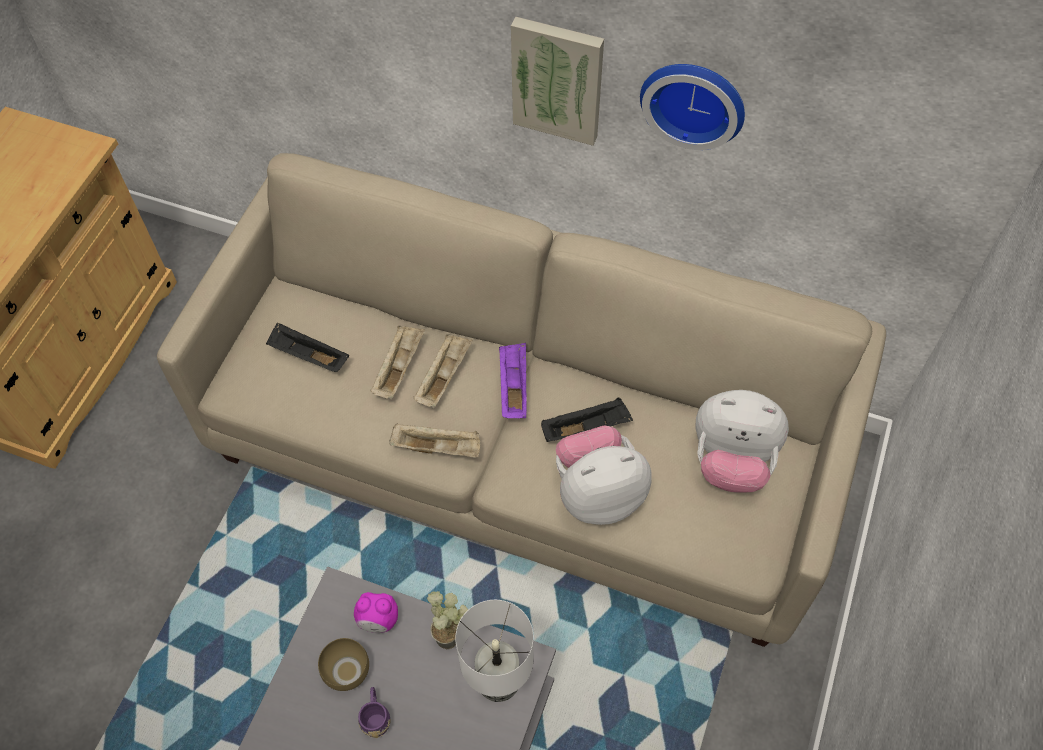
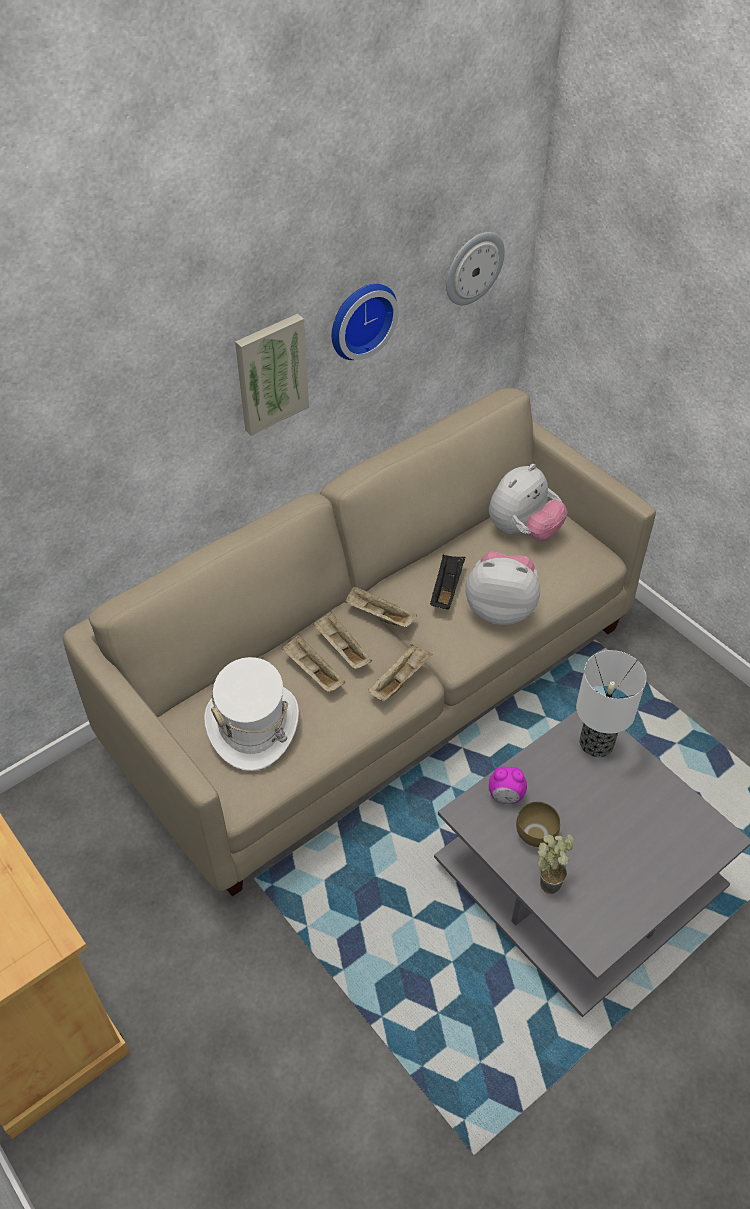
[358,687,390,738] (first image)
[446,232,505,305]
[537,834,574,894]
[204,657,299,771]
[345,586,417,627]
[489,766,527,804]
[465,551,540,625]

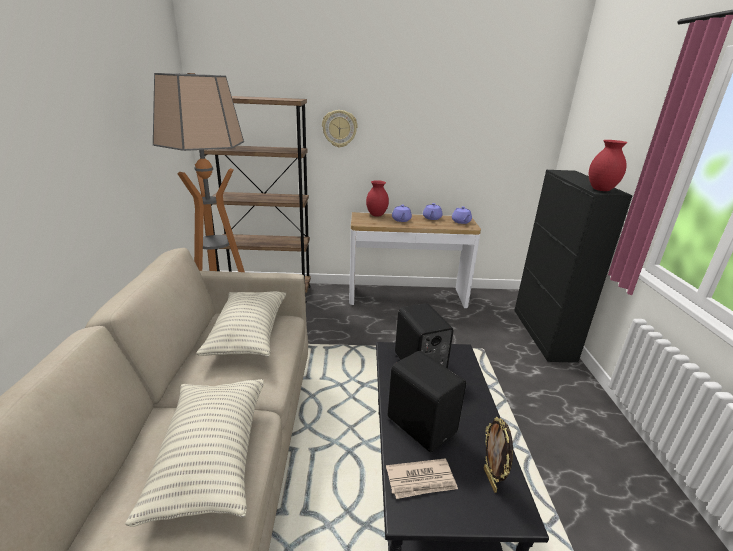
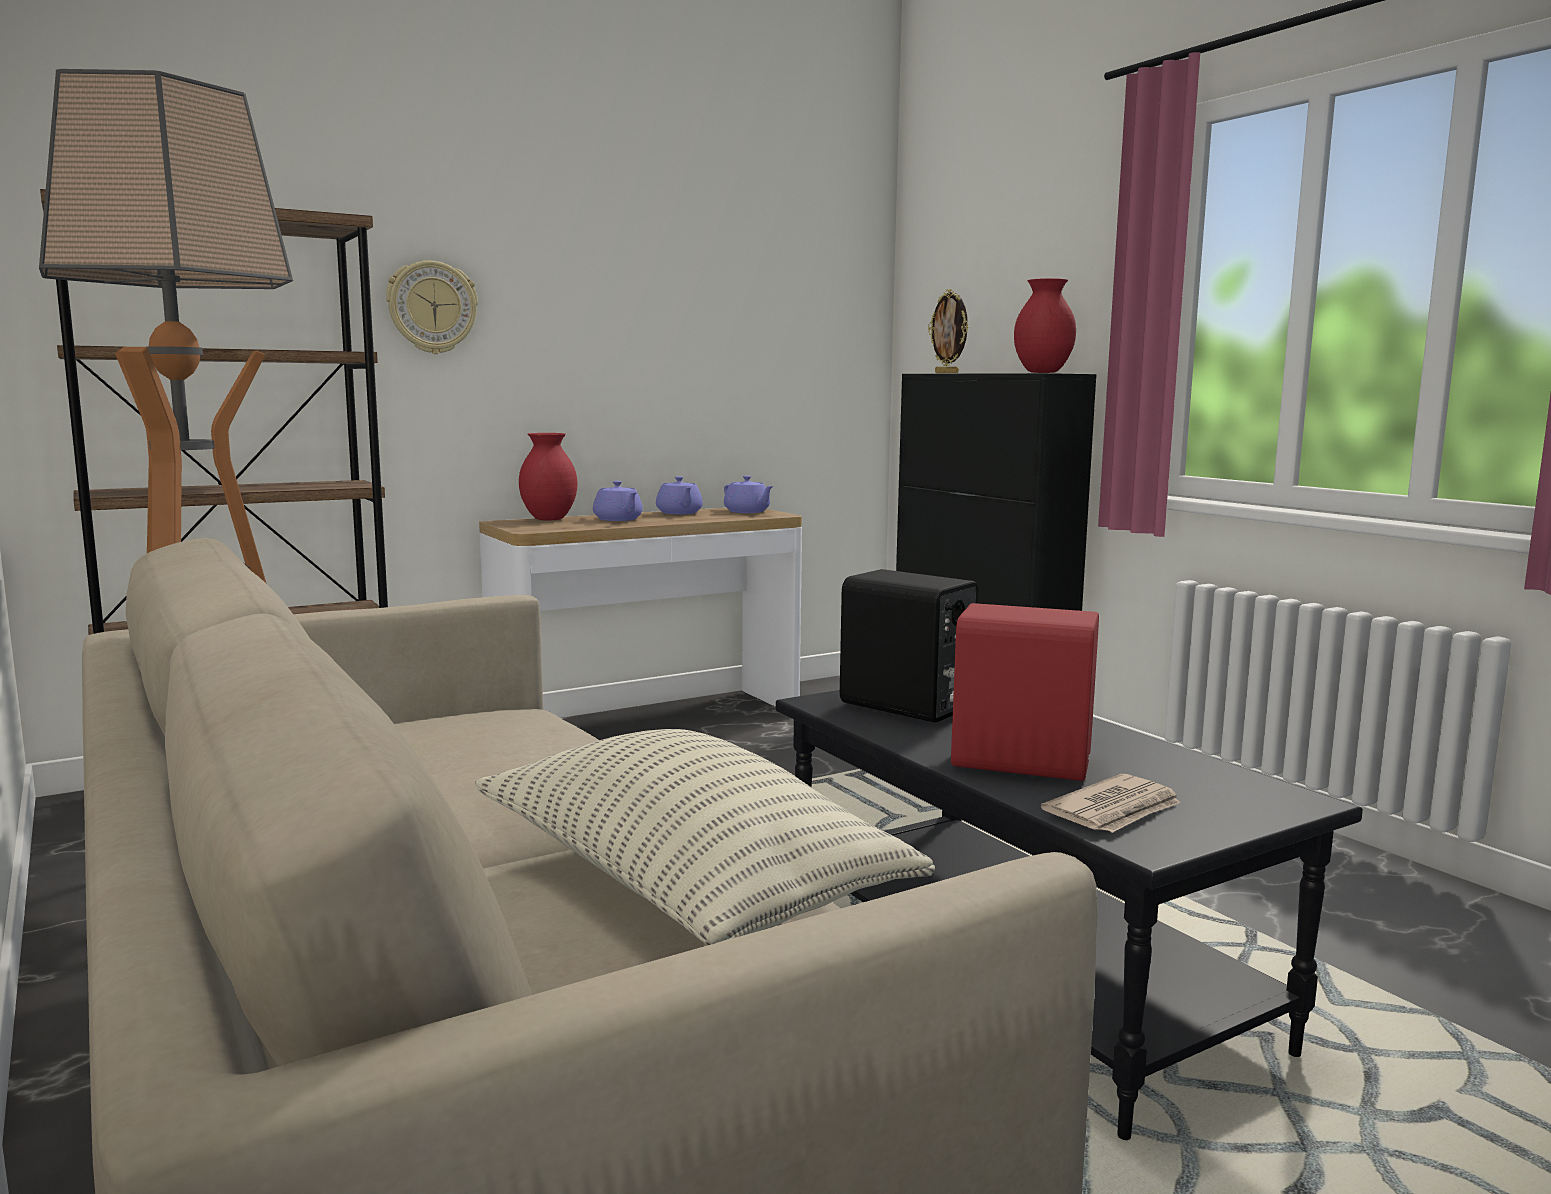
[196,291,286,357] (first image)
[928,289,968,373]
[950,603,1099,781]

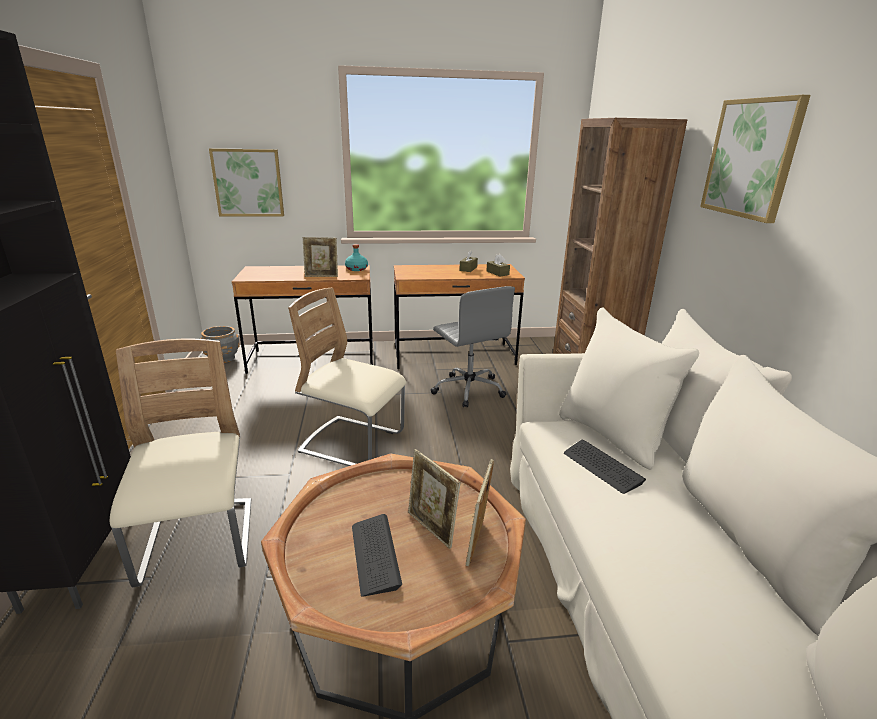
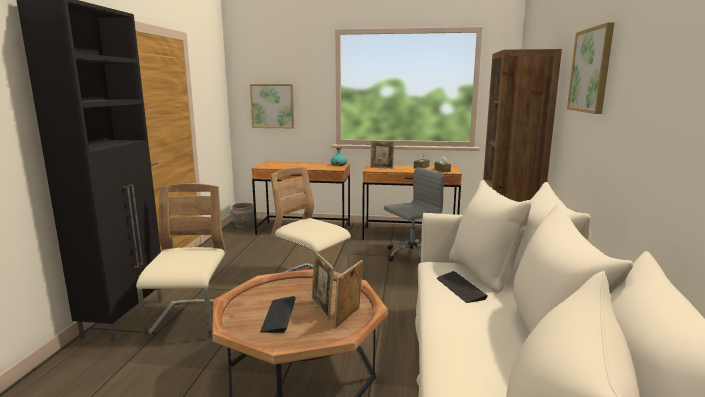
[370,140,395,169]
[384,167,445,263]

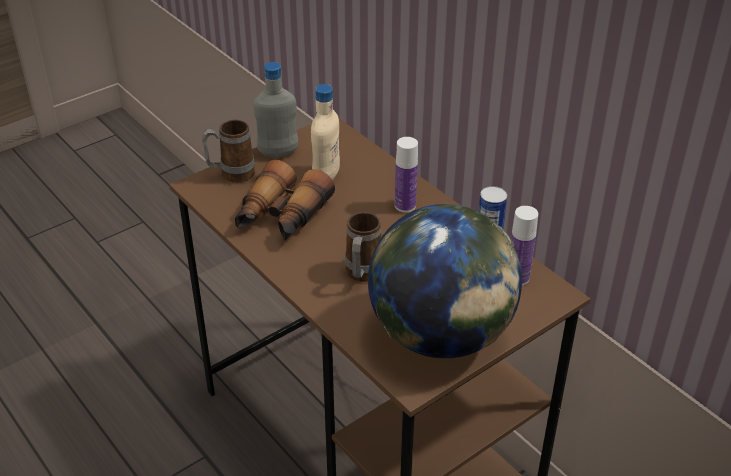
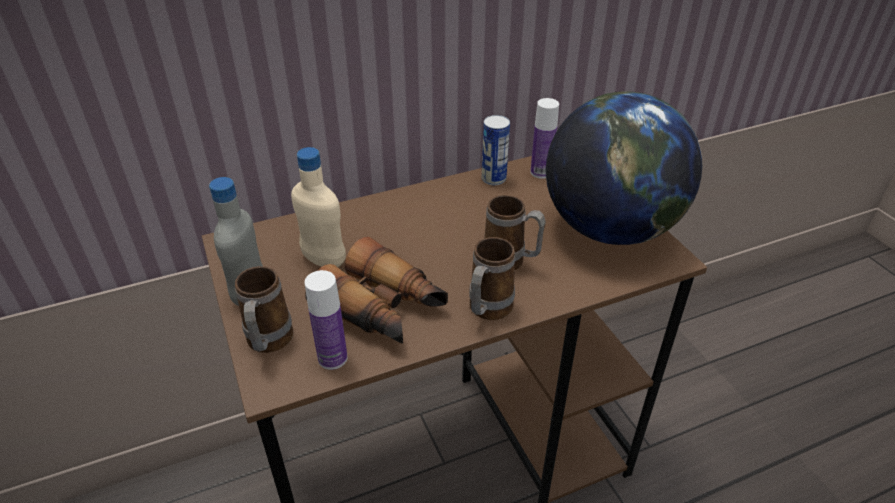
[469,237,515,320]
[304,270,348,370]

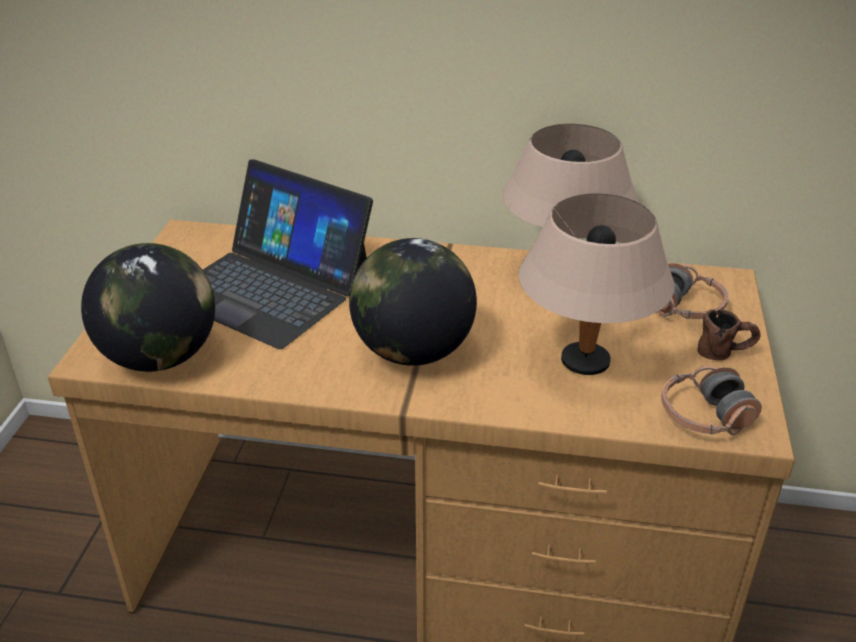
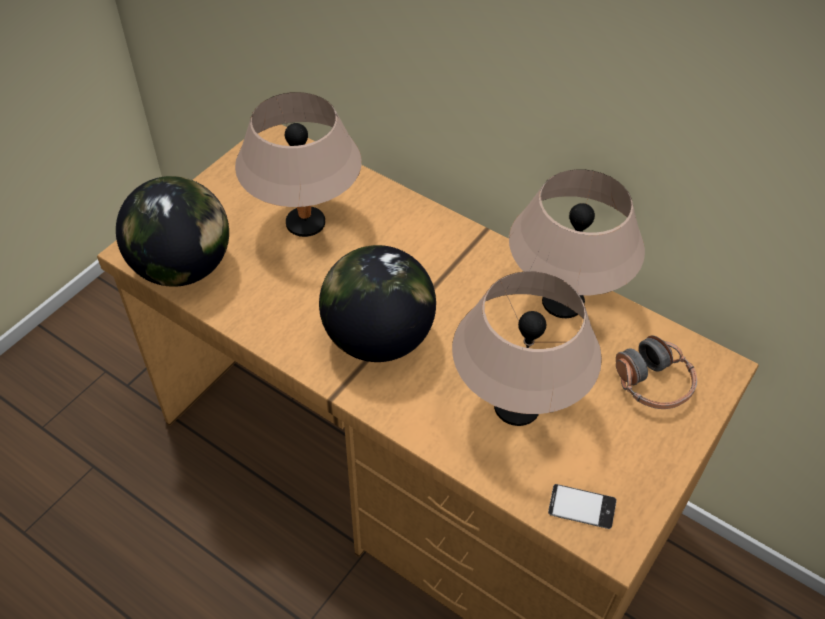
[697,309,761,360] (first image)
[235,92,362,237]
[548,484,617,529]

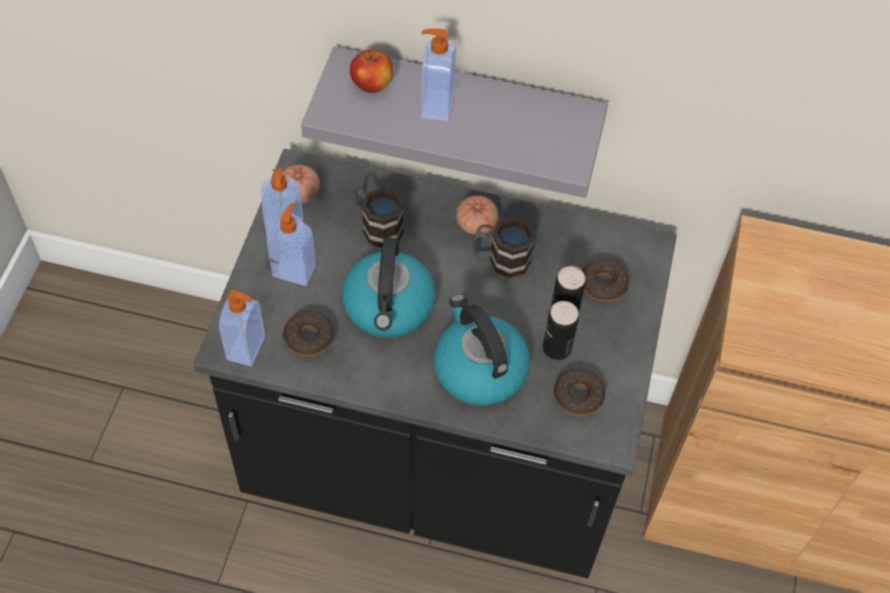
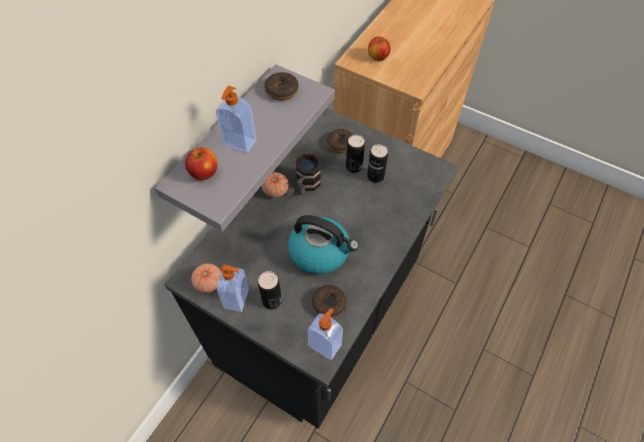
[353,186,404,248] (first image)
[433,294,530,406] (first image)
[368,36,390,61]
[264,72,299,100]
[258,271,282,309]

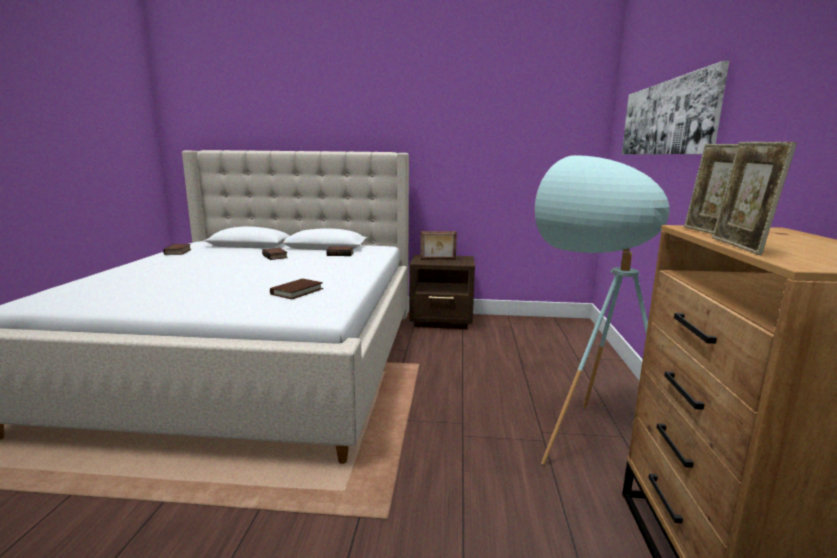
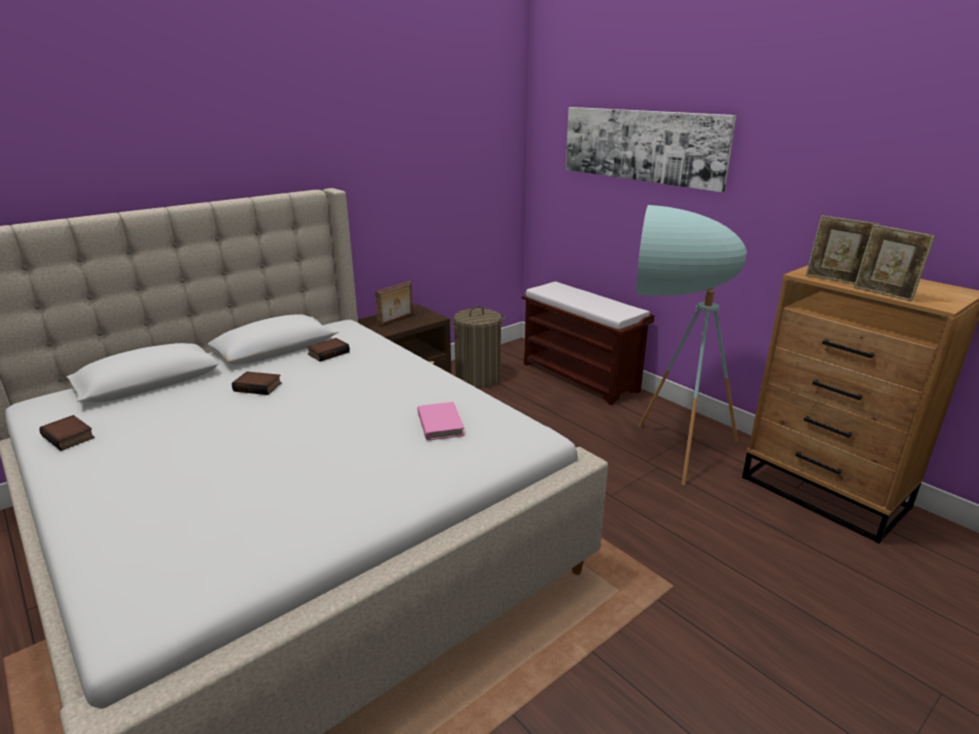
[450,306,505,388]
[522,282,654,405]
[417,402,465,440]

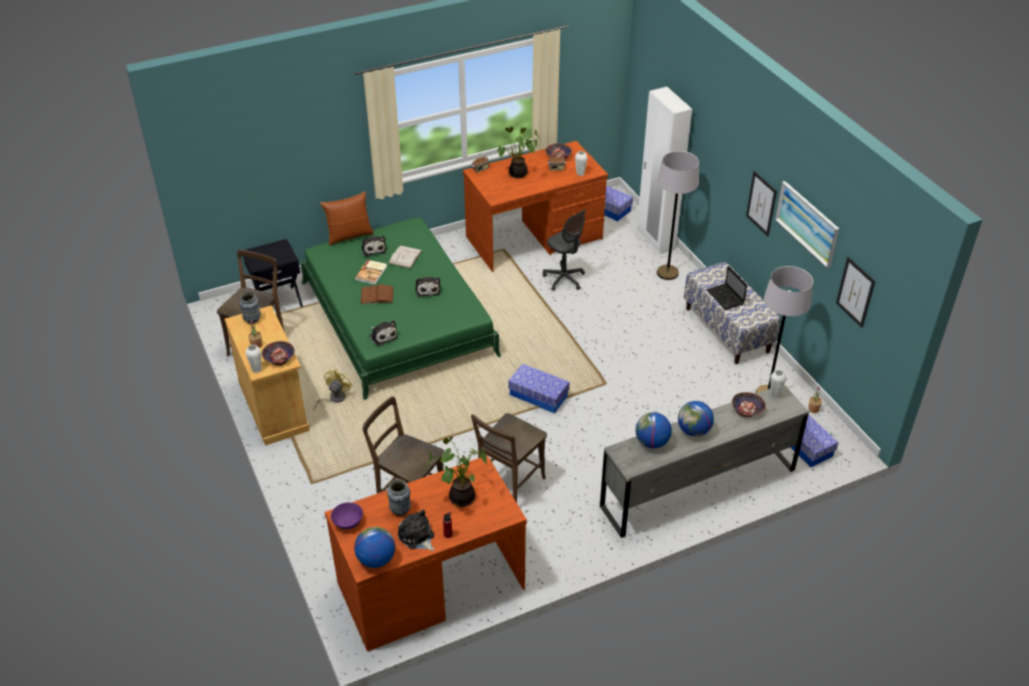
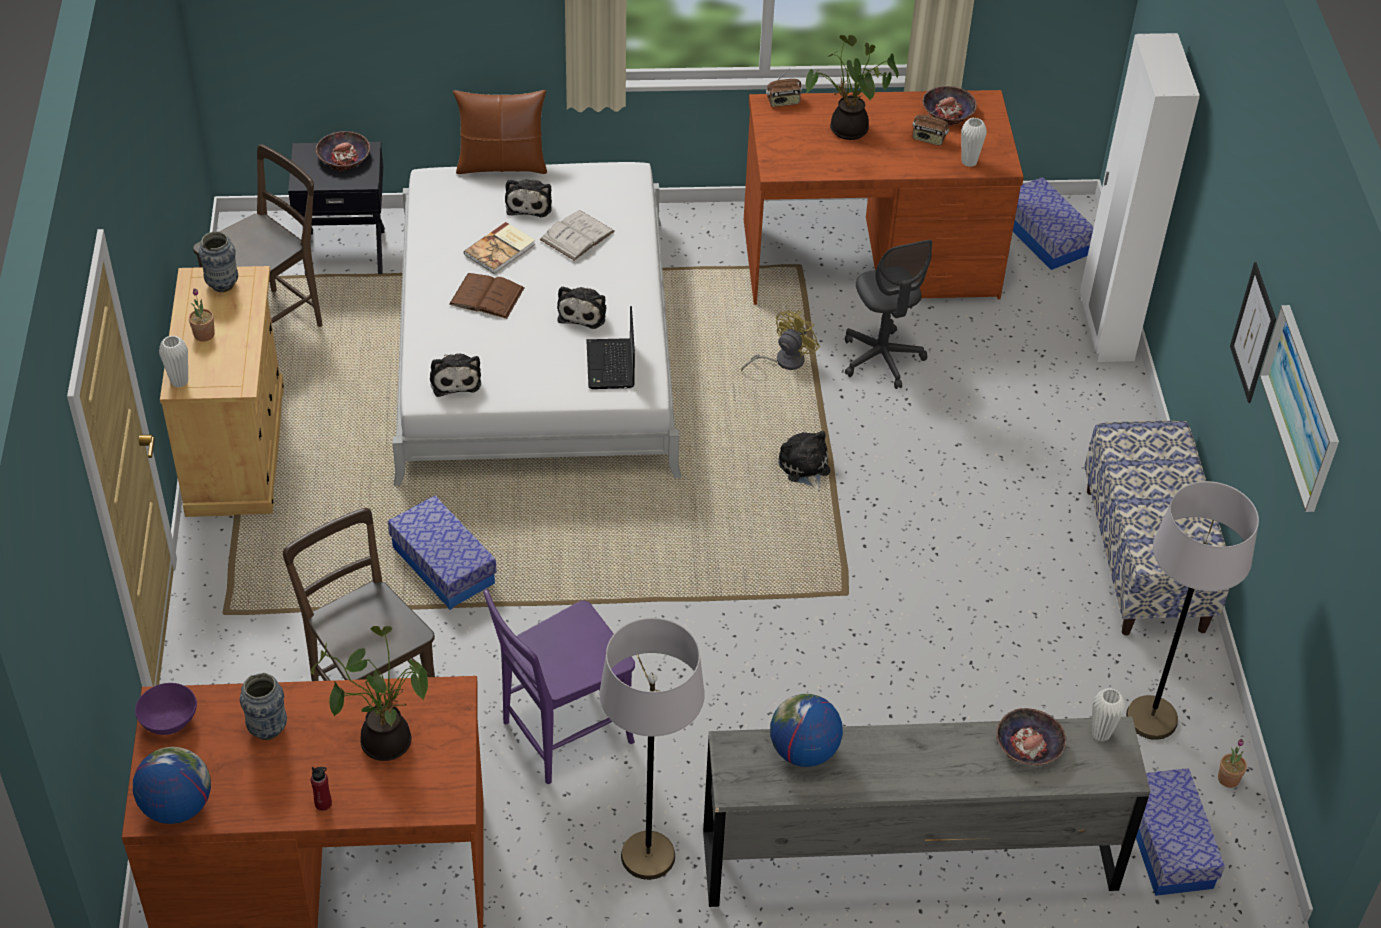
[678,401,714,437] (first image)
[836,257,875,328] (first image)
[316,131,370,171]
[741,310,820,371]
[778,431,830,491]
[388,496,497,610]
[600,618,705,880]
[586,306,635,389]
[392,162,681,486]
[483,589,635,784]

